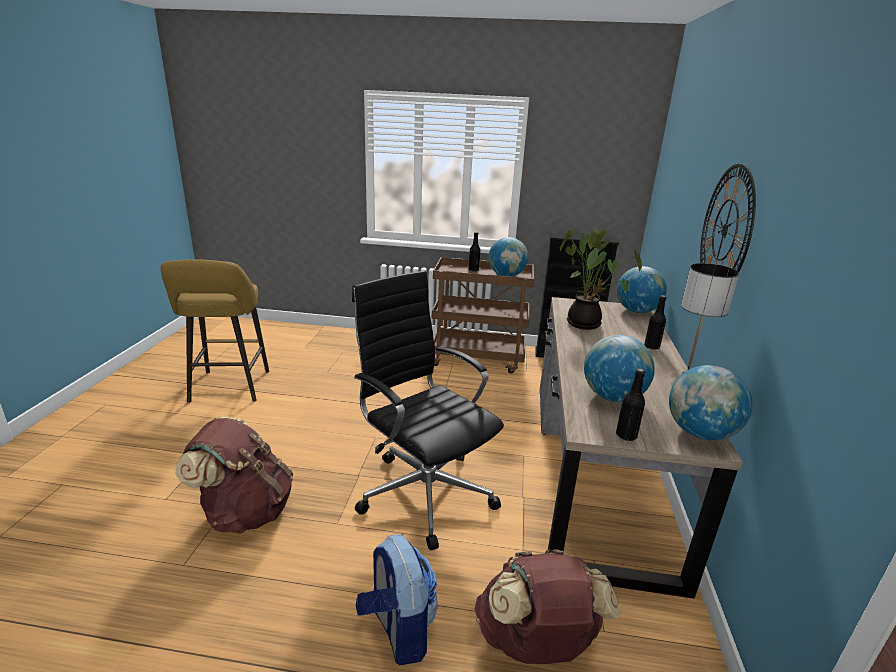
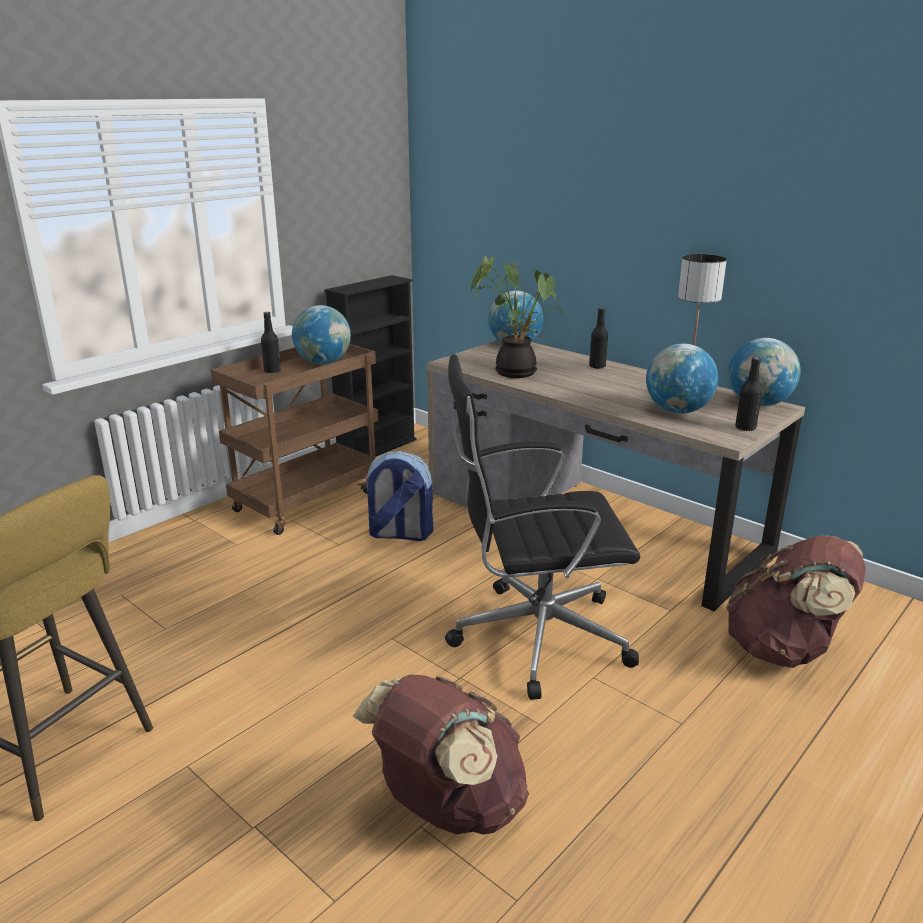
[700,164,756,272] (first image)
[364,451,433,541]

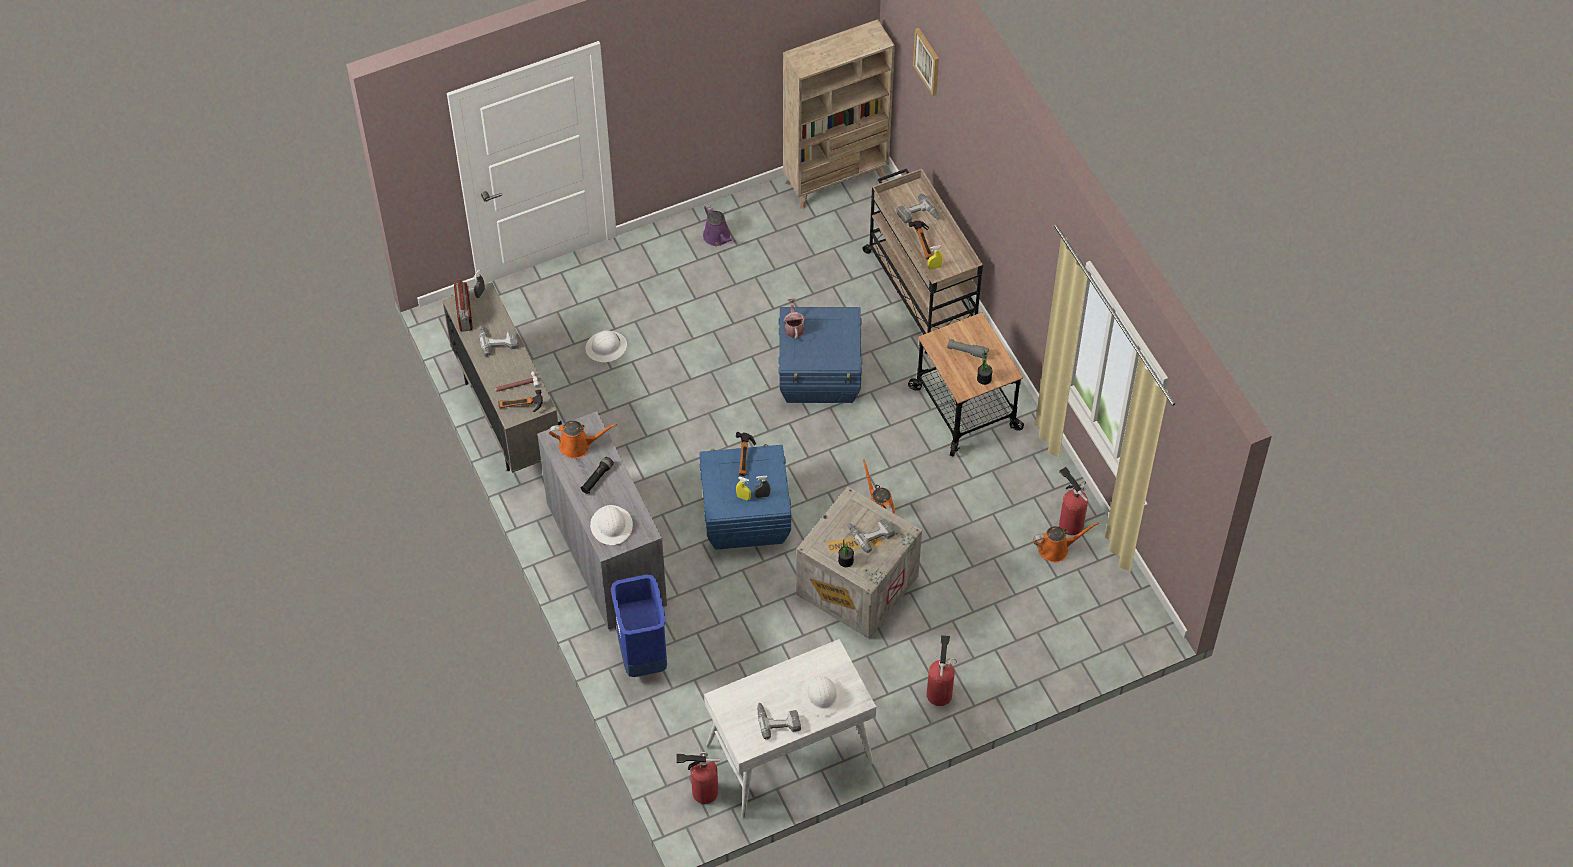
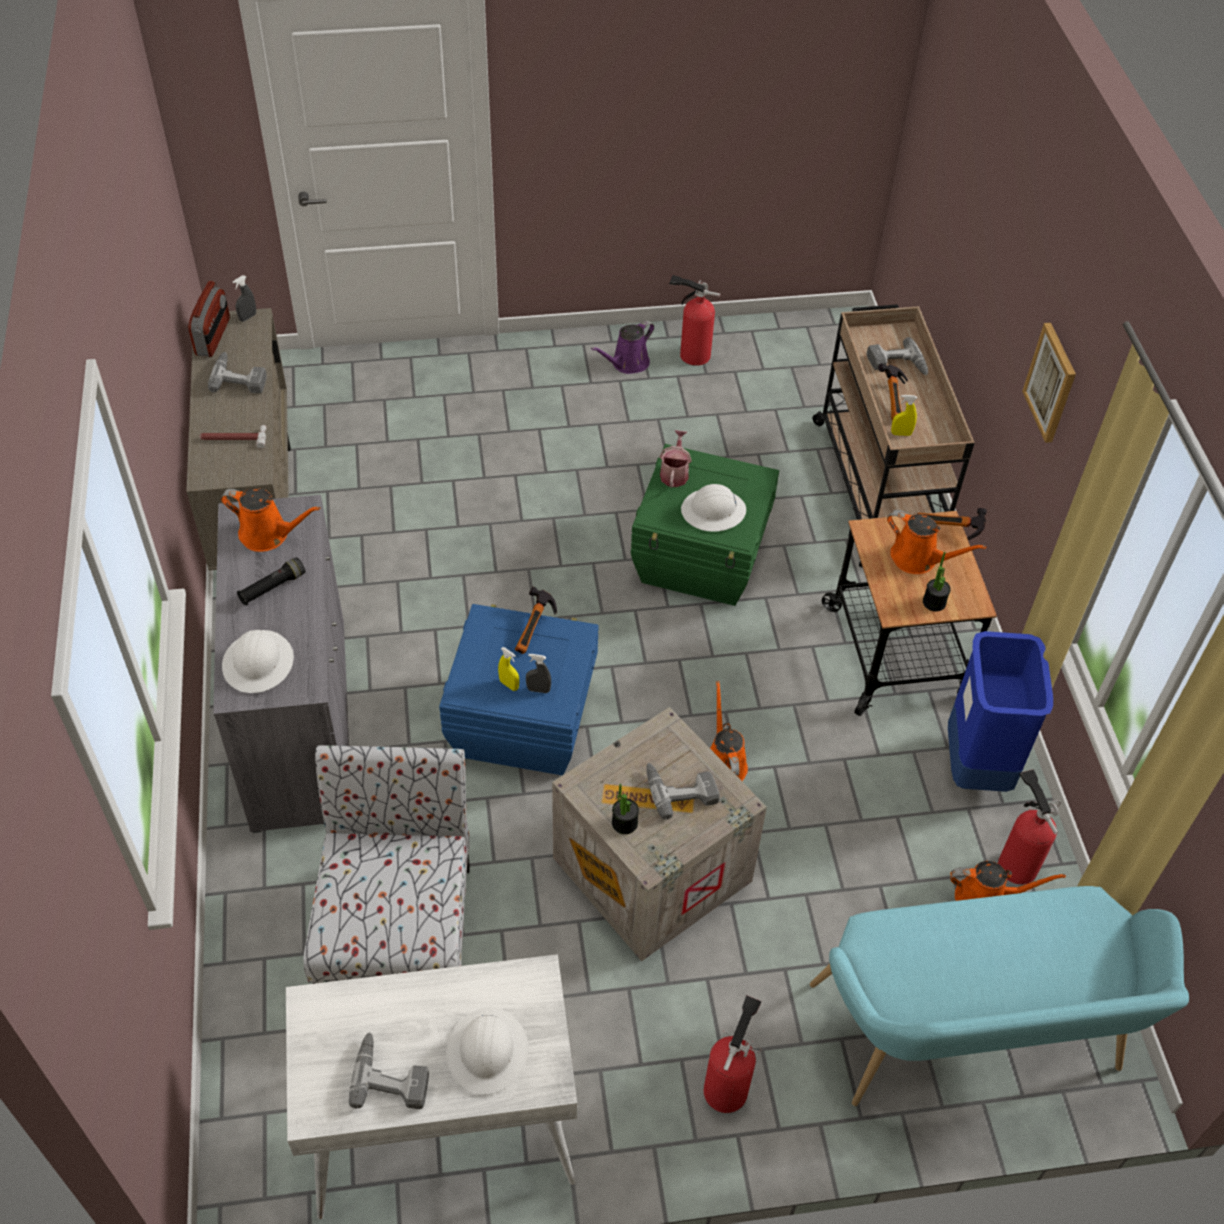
[783,19,895,209] (first image)
[304,745,470,984]
[810,886,1189,1106]
[917,508,987,540]
[681,484,746,532]
[948,631,1053,792]
[669,275,720,366]
[1022,323,1076,443]
[887,510,986,574]
[631,444,779,606]
[591,321,654,374]

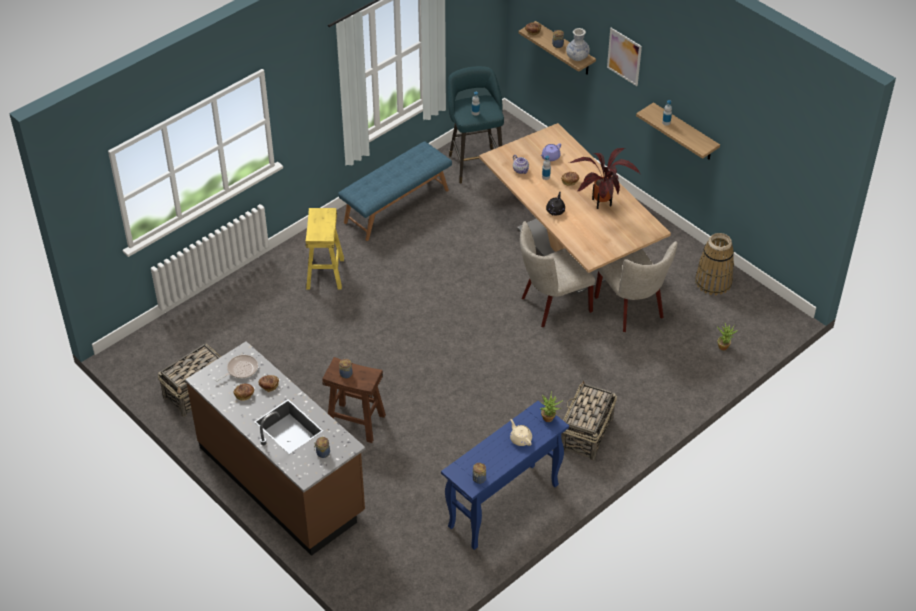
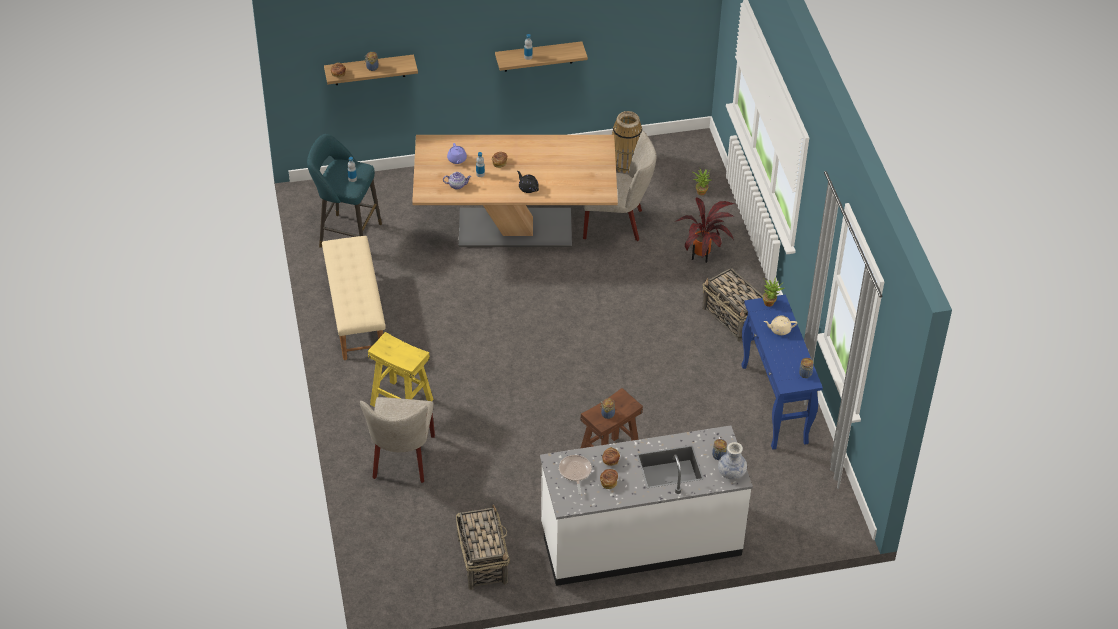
[607,28,642,86] (first image)
[360,397,435,483]
[718,442,747,480]
[675,197,734,263]
[540,425,753,586]
[322,236,386,360]

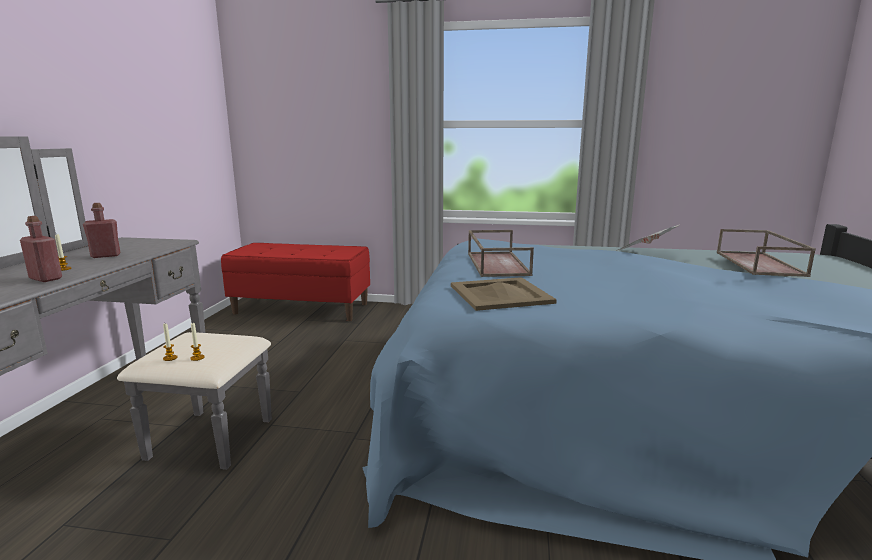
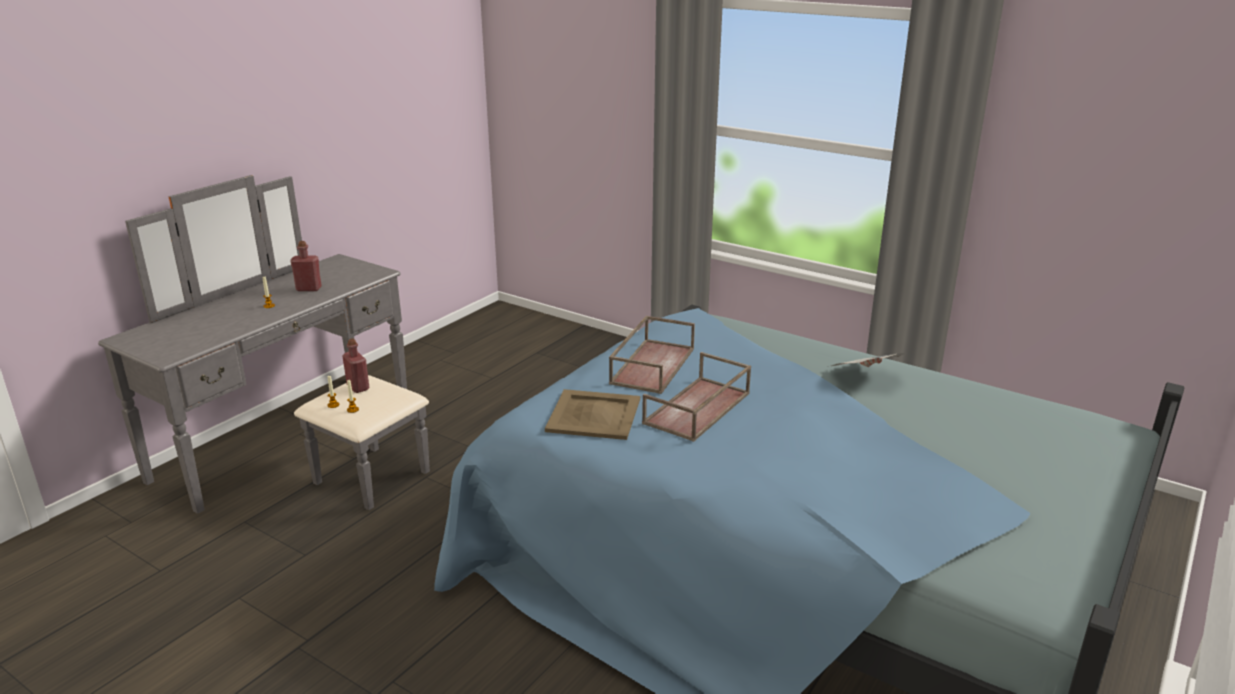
[221,243,370,321] (first image)
[342,339,370,393]
[642,352,751,442]

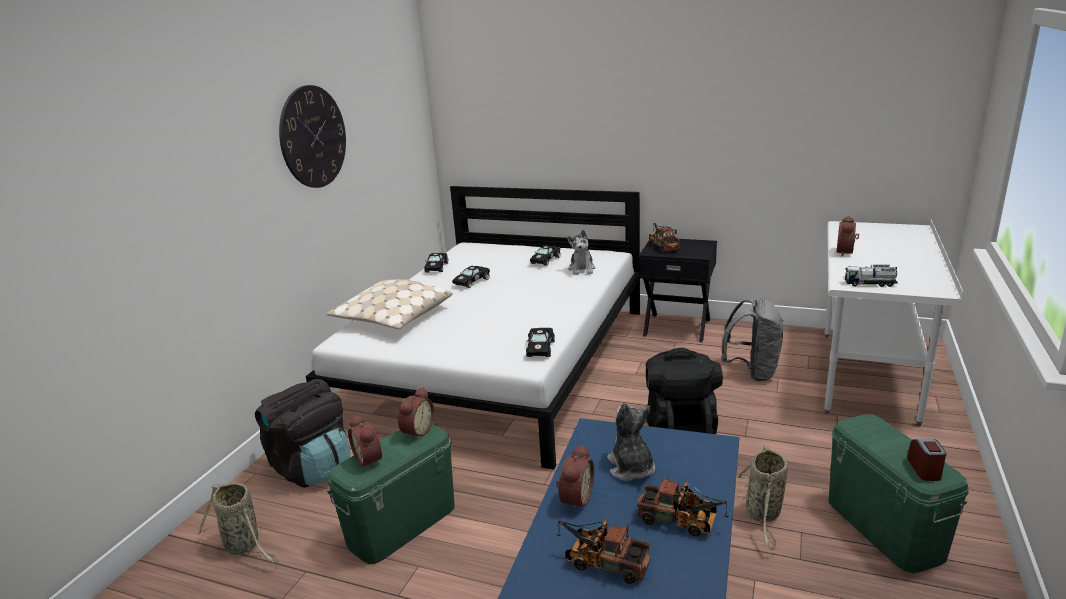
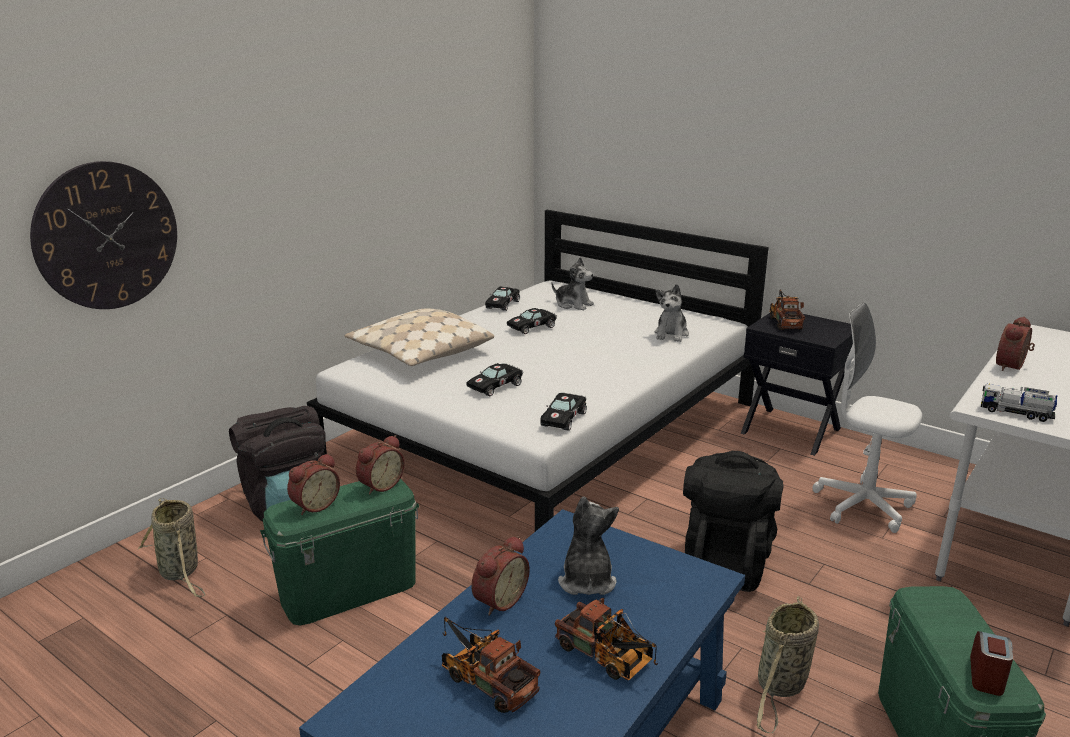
[551,257,594,310]
[30,161,177,309]
[466,363,523,396]
[812,303,922,533]
[287,453,340,515]

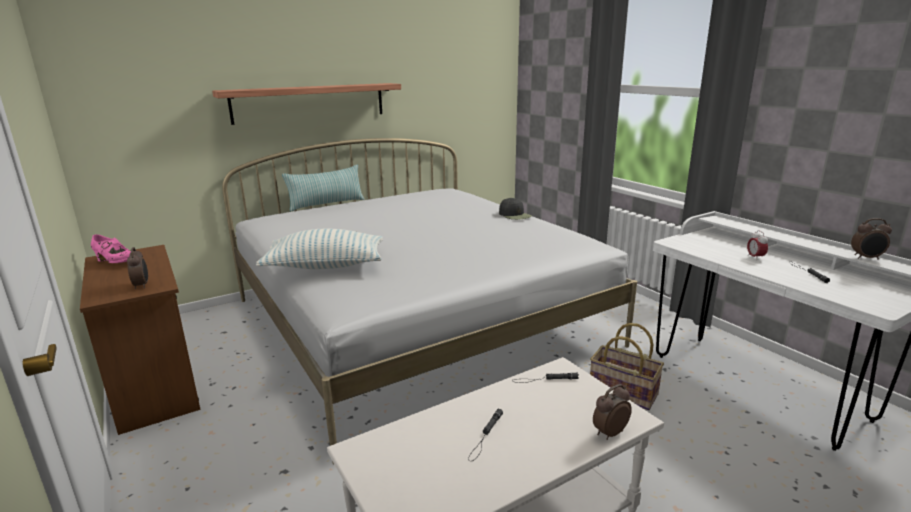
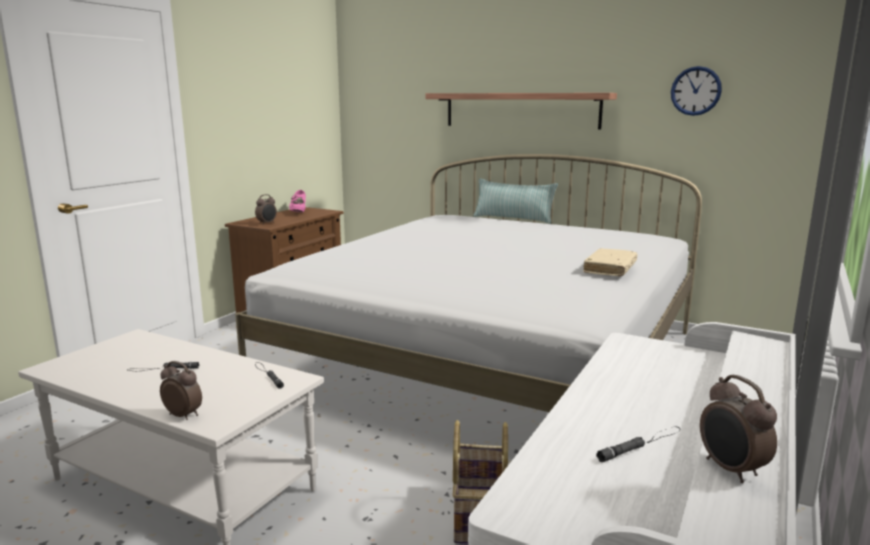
[256,229,383,269] (first image)
[747,230,768,261] (first image)
[671,66,722,116]
[583,248,637,276]

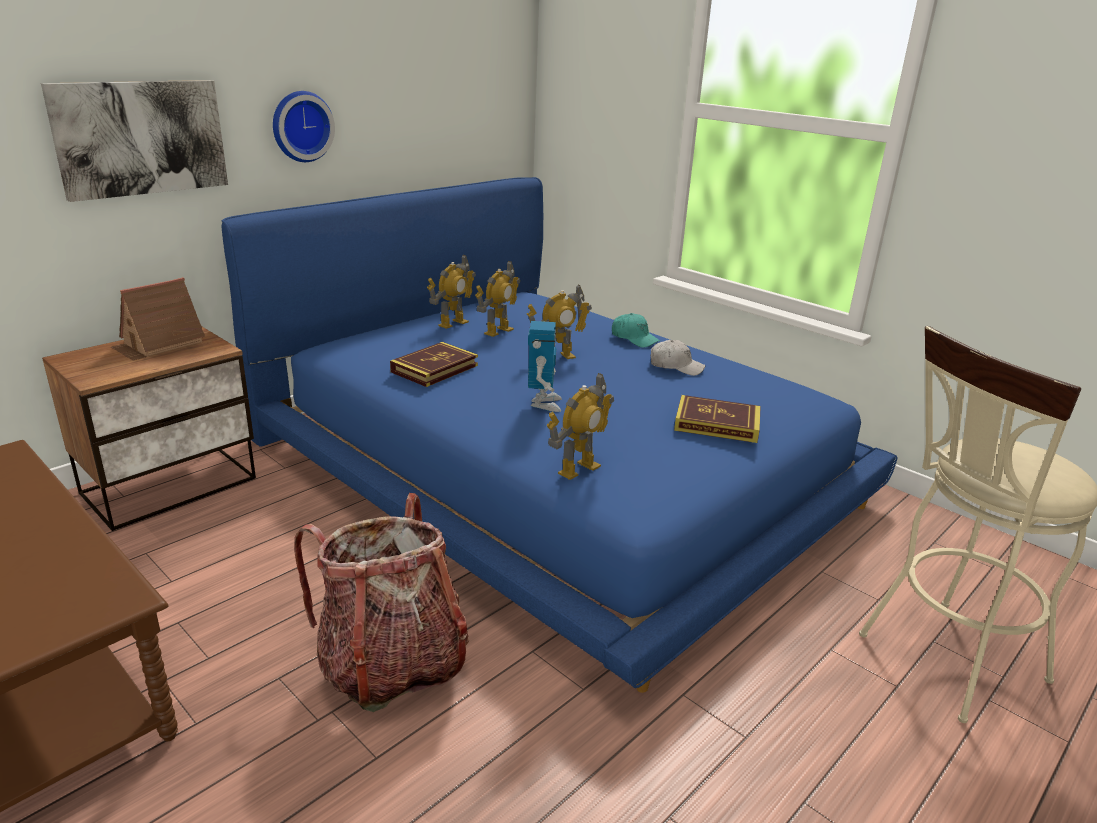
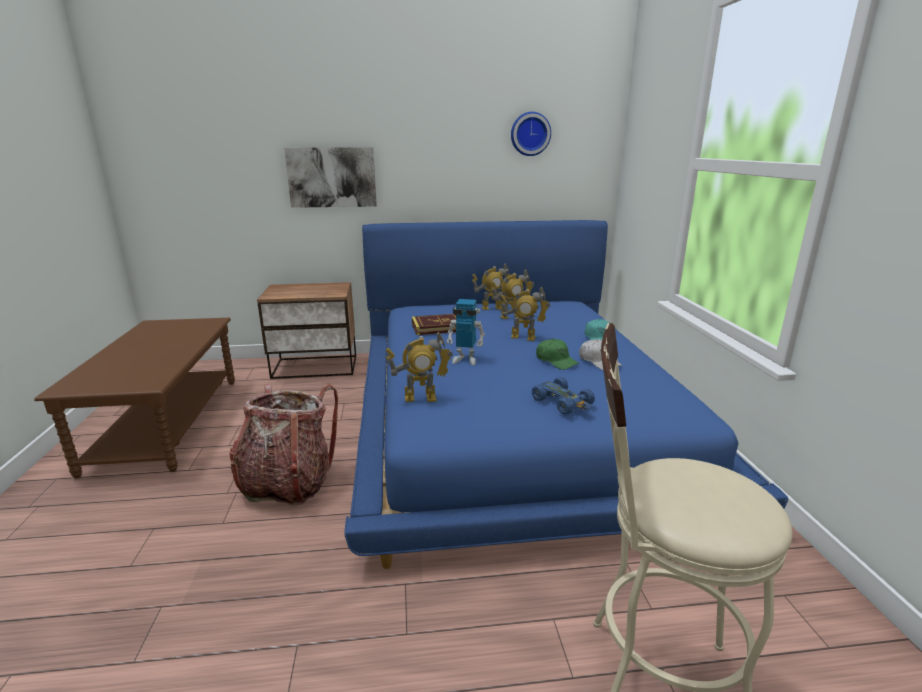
[111,277,205,361] (first image)
[536,339,579,370]
[511,112,551,156]
[532,377,595,415]
[446,299,485,365]

